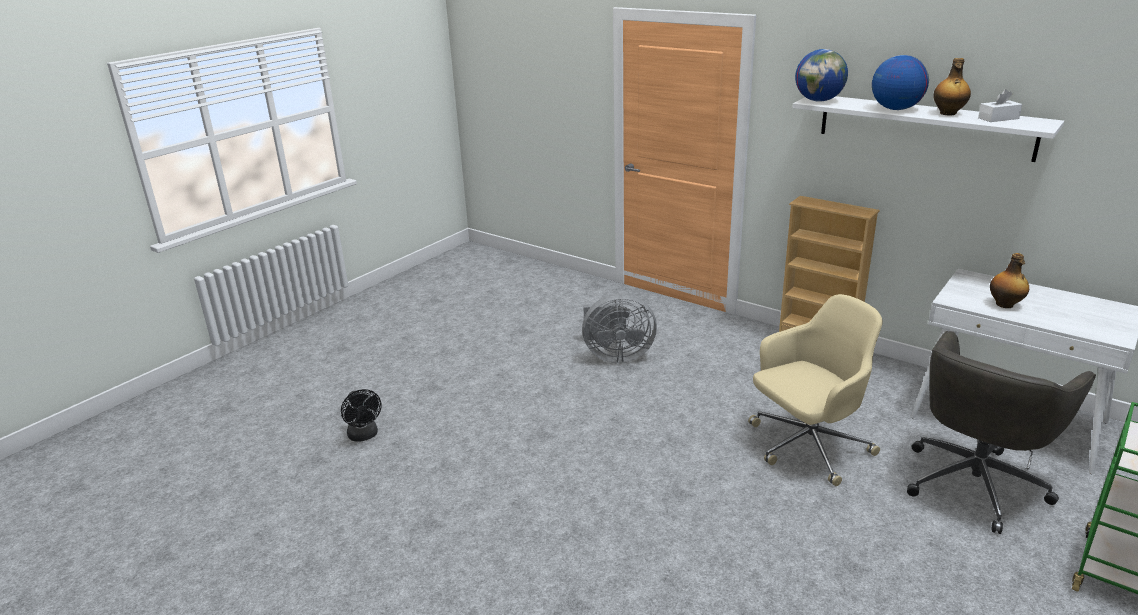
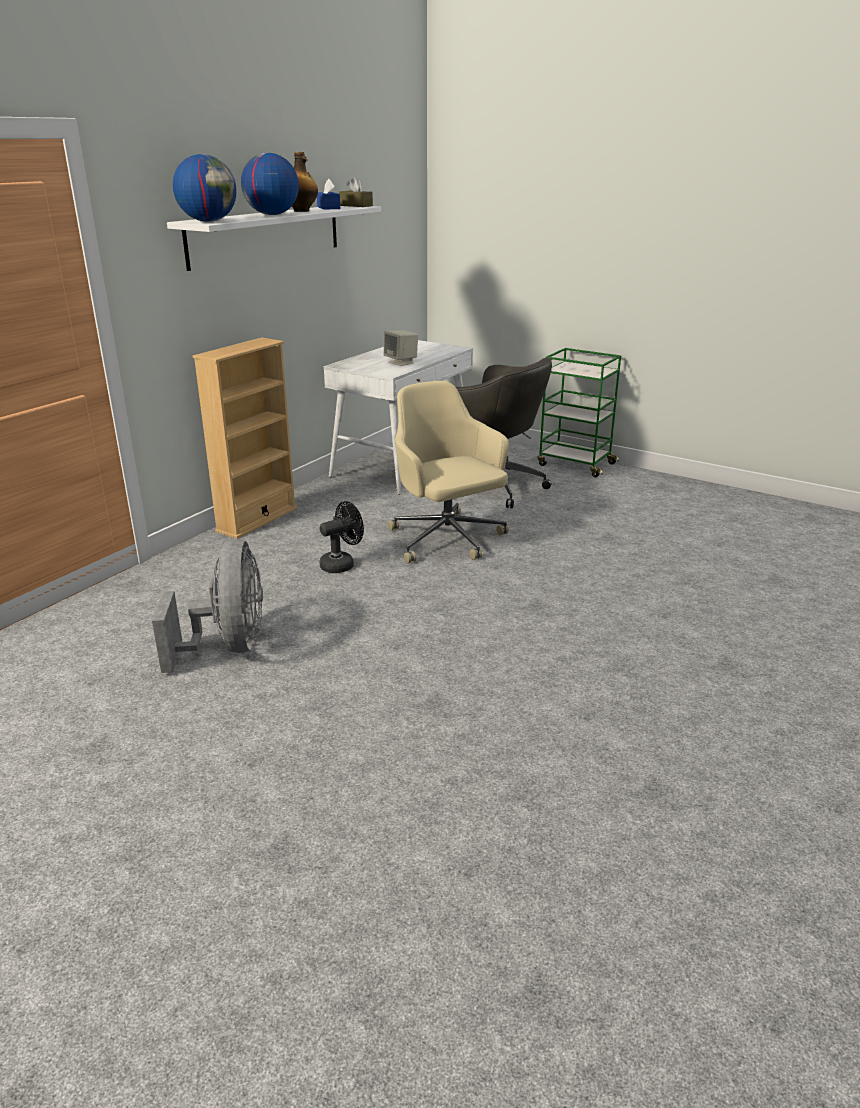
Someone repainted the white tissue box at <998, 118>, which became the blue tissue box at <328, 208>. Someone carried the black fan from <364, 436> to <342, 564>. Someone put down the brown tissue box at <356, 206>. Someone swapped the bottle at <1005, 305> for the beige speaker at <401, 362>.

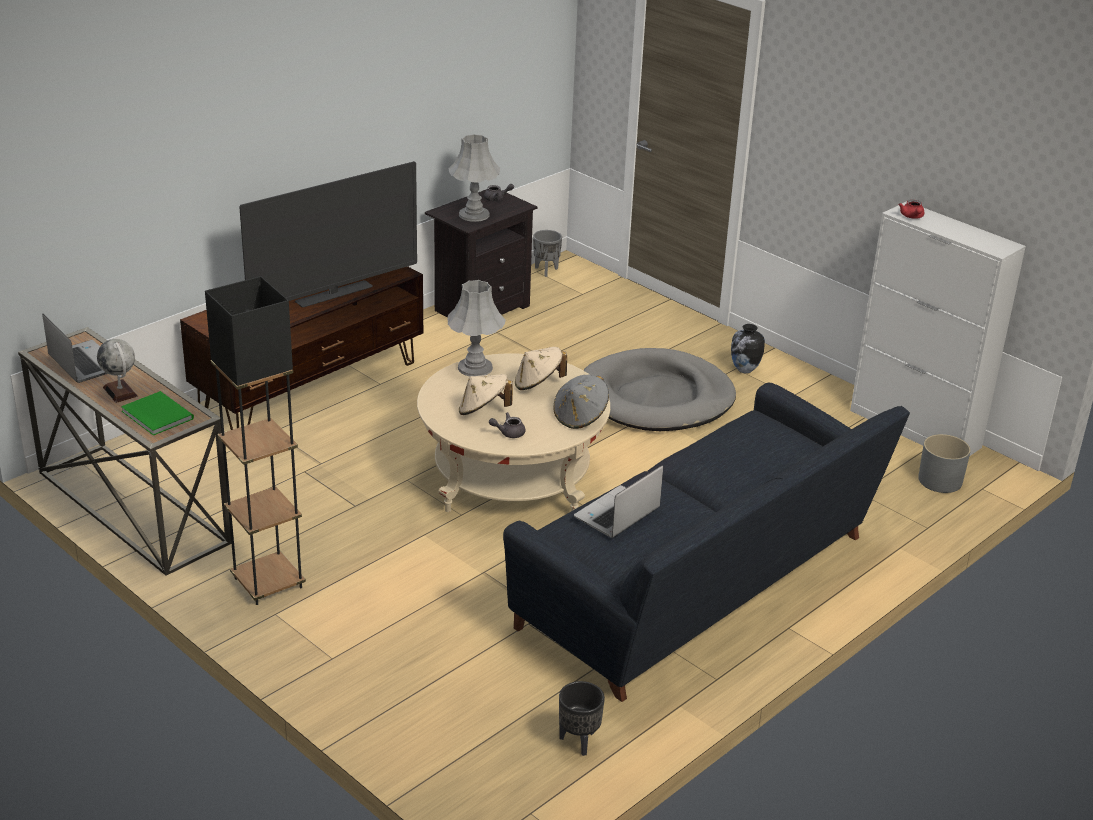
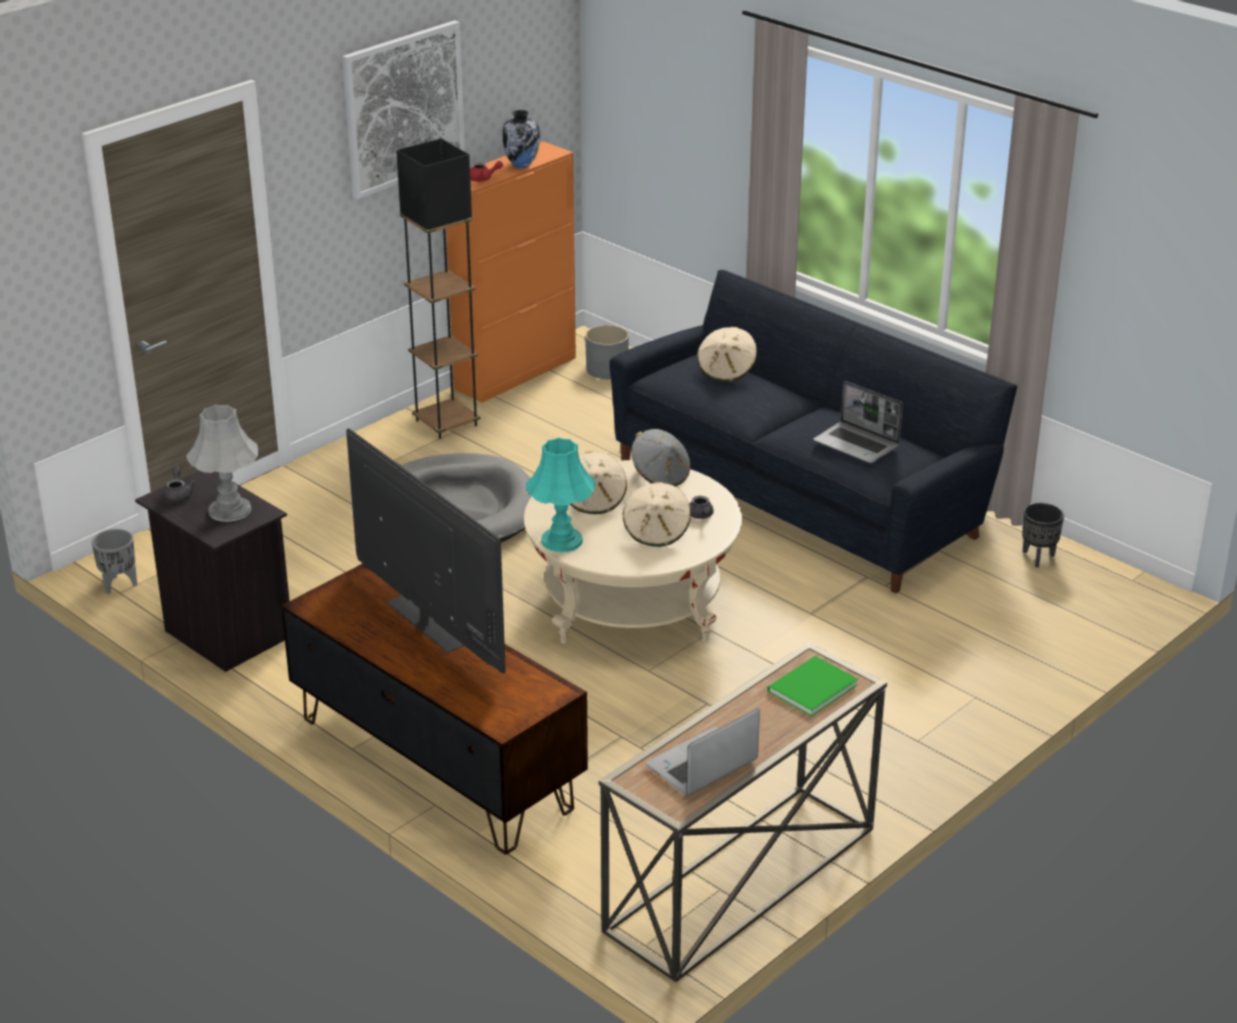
Someone put up the picture at <403, 108>. Someone carried the black floor lamp from <268, 583> to <446, 423>. Someone repainted the white cabinet at <915, 429>, which became the orange cabinet at <516, 373>. Someone carried the vase from <744, 370> to <522, 165>. Someone repainted the grey table lamp at <475, 367>, which became the turquoise table lamp at <561, 540>. Someone put down the beige hat at <727, 371>. Someone took away the globe at <120, 392>.

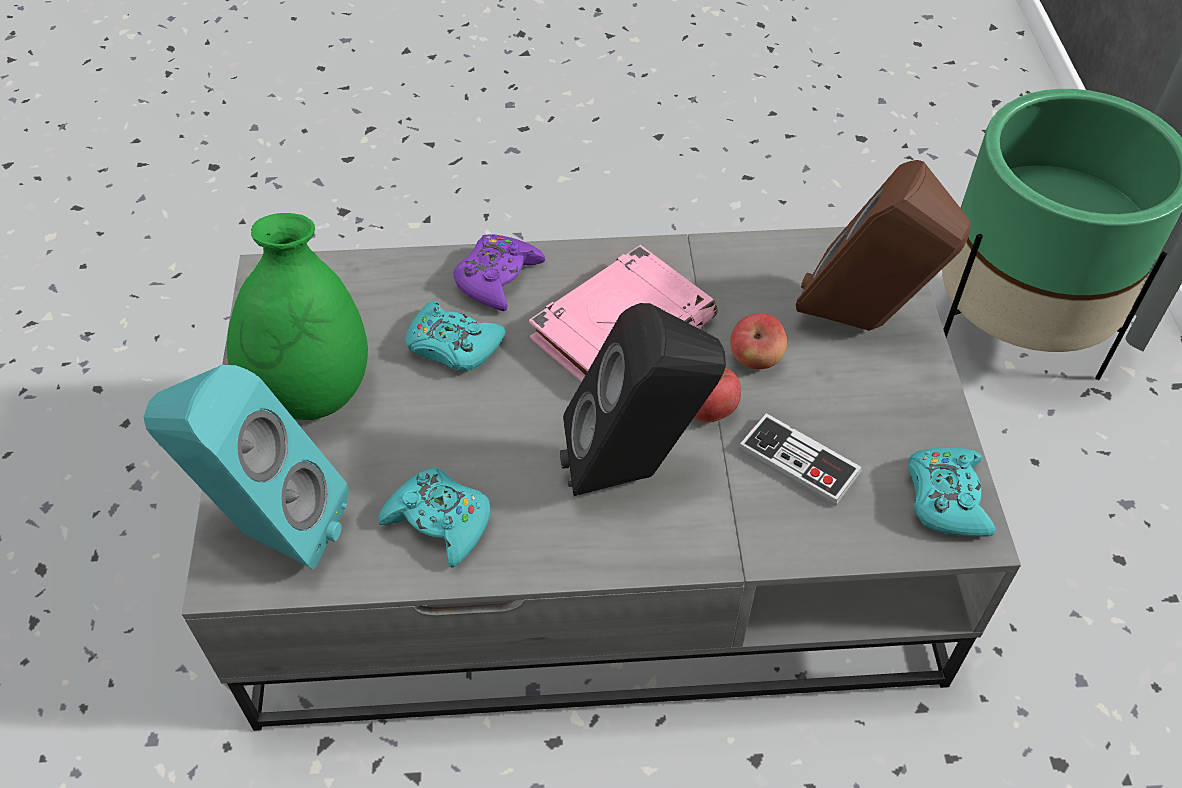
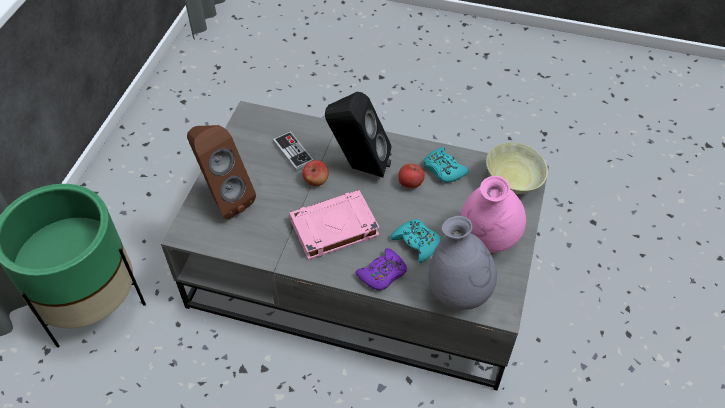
Someone carried the apple from <756, 359> to <410, 184>. Someone put down the grey vase at <458, 293>. Someone repainted the green vase at <312, 391>, which became the pink vase at <487, 239>. Someone swapped the turquoise speaker at <270, 530> for the beige bowl at <512, 184>. Someone took away the turquoise game controller at <946, 498>.

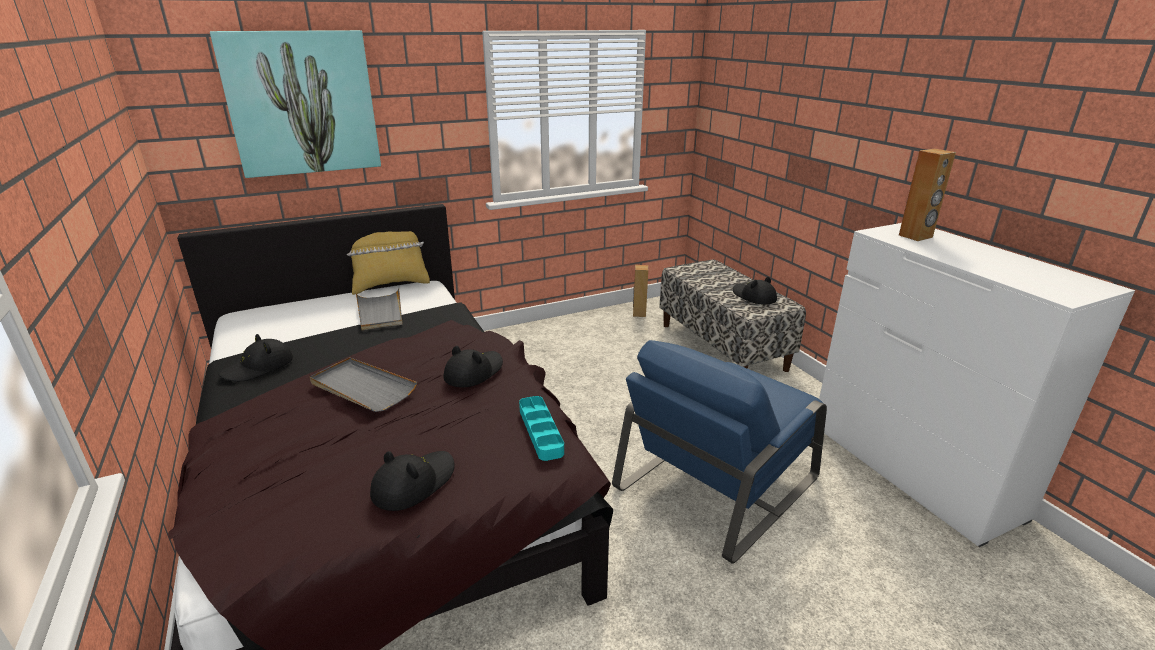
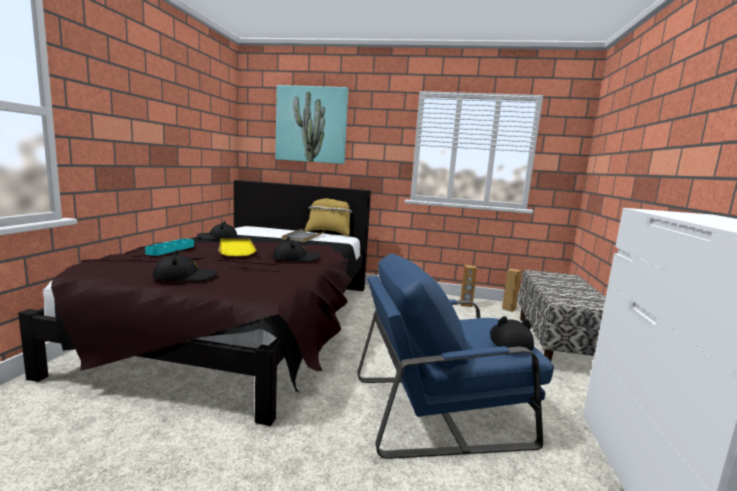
Someone carried the turquoise tray from <540, 431> to <171, 250>. Someone repainted the grey tray at <362, 388>, which became the yellow tray at <236, 249>. Someone carried the brown speaker from <916, 236> to <466, 304>. Someone carried the black hat from <753, 296> to <509, 341>.

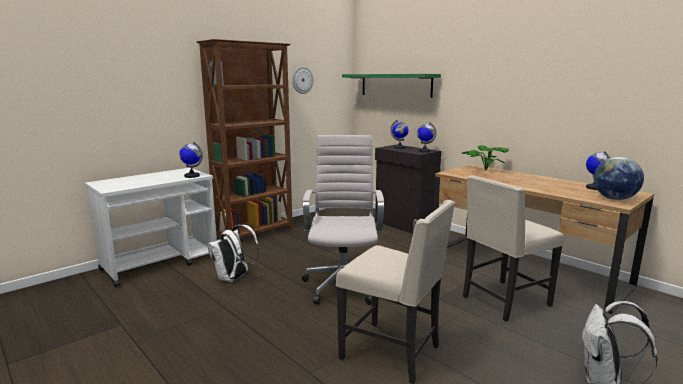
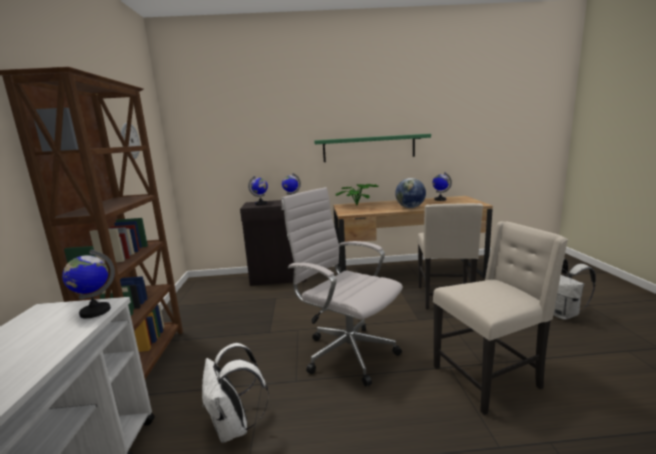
Someone carried the green shelf from <395, 85> to <369, 148>. Someone carried the globe from <614, 199> to <410, 207>.

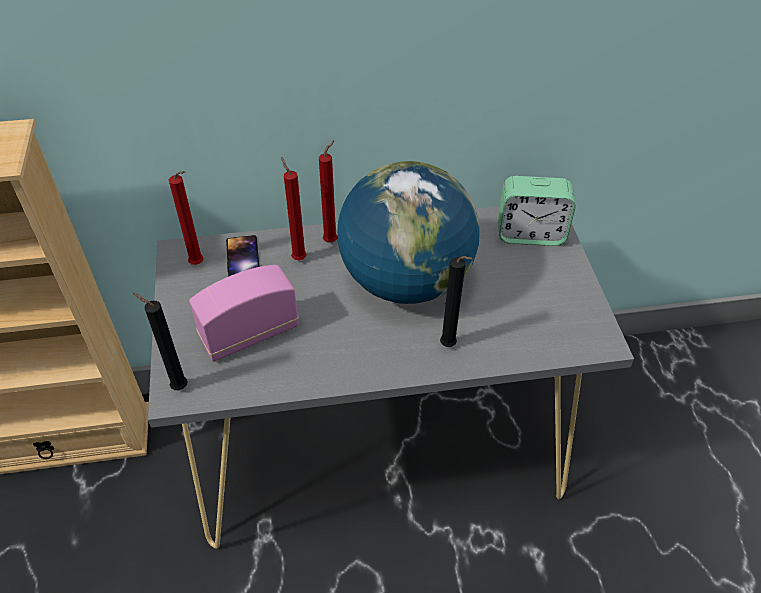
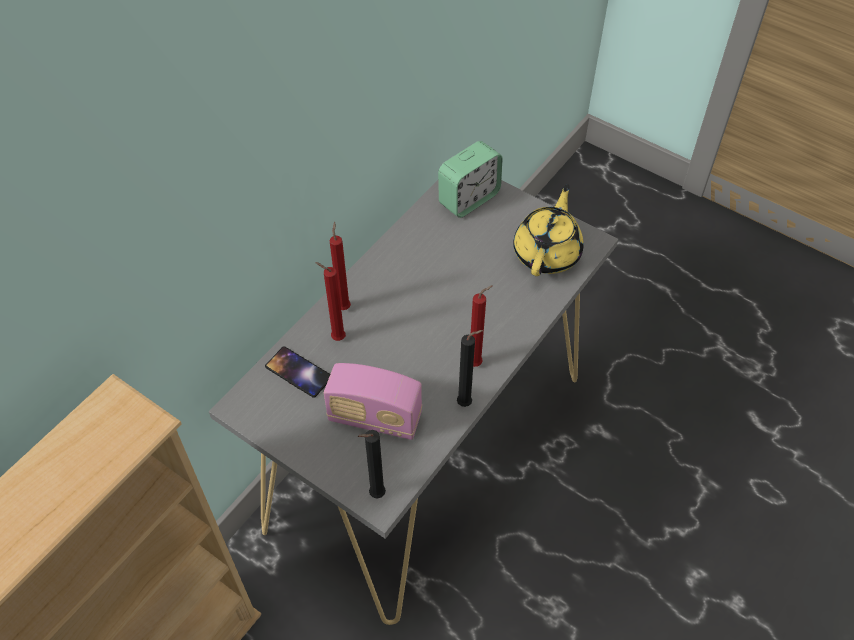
Someone rotated the radio at <249, 333> by 90 degrees counterclockwise. Someone carried the black candle from <450, 346> to <467, 403>. Someone carried the red candle from <199, 264> to <477, 363>. Someone put down the yellow teapot at <547, 252>. Someone took away the globe at <405, 280>.

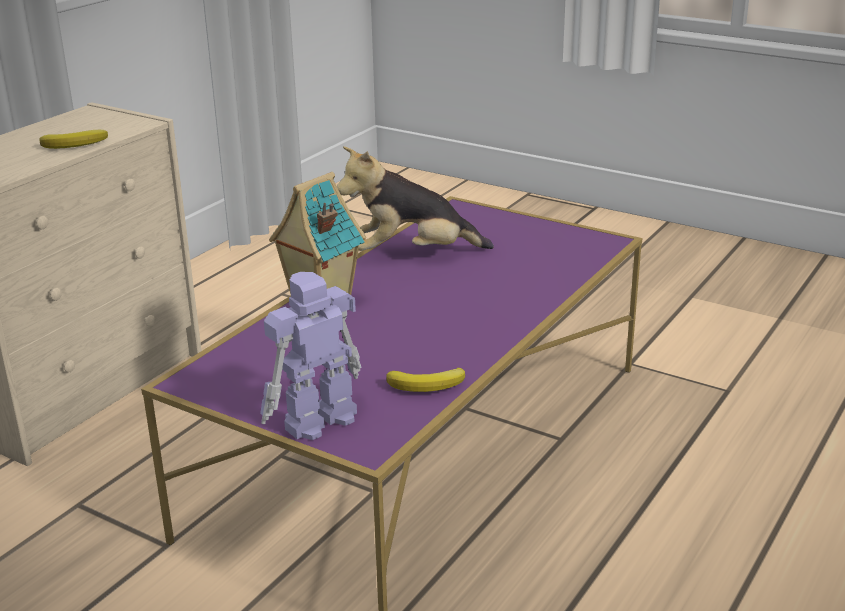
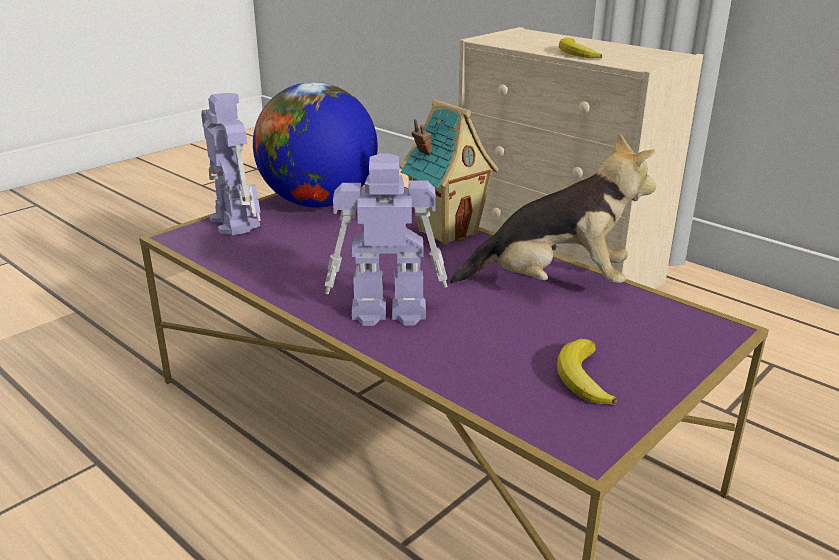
Someone put down the globe at <319, 203>. Someone put down the toy robot at <386, 312>. Someone rotated the plush toy at <412, 254> by 90 degrees clockwise. Someone carried the banana from <428, 385> to <582, 378>.

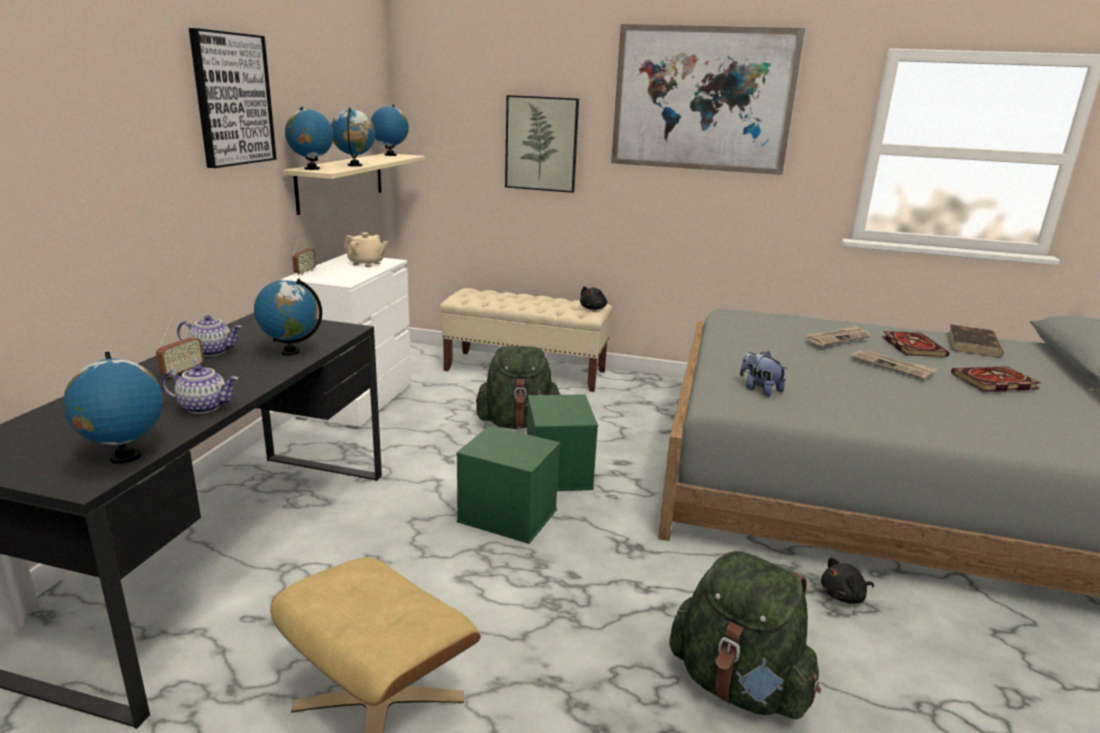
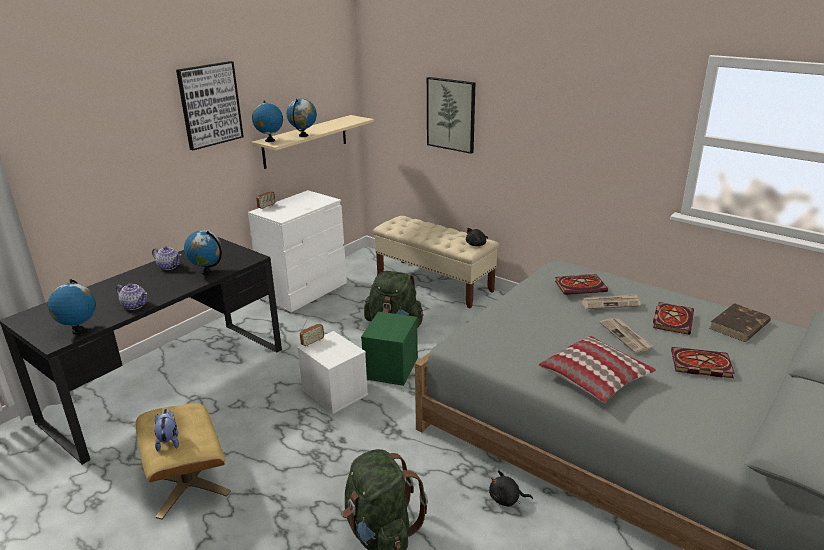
Someone carried the plush toy from <759, 389> to <169, 441>. Someone repainted the green storage box at <506, 516>, which became the white storage box at <333, 392>. Someone carried the radio from <182, 372> to <312, 342>. Someone put down the pillow at <595, 378>. Someone put down the book at <581, 286>. Someone took away the beige teapot at <366, 264>. Someone took away the globe at <390, 155>. Someone took away the picture at <702, 99>.

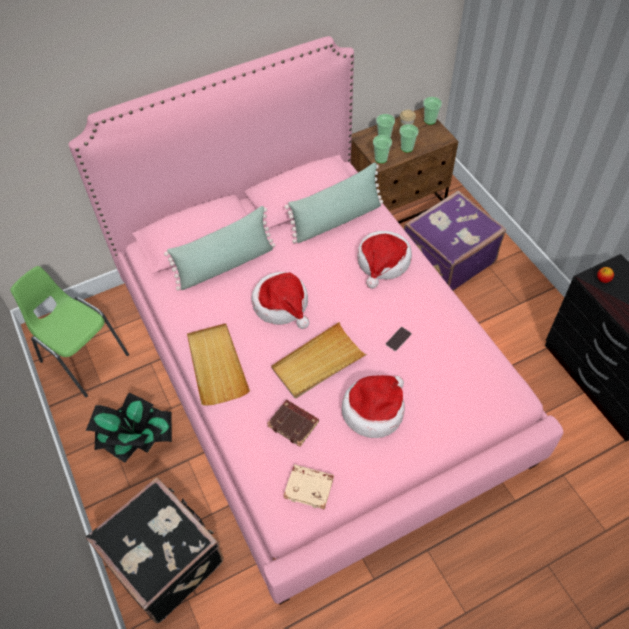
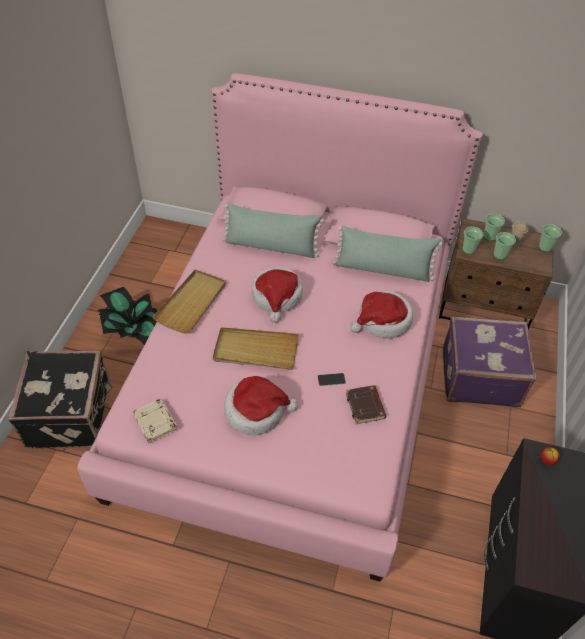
Someone carried the brown book from <294, 424> to <366, 406>. Someone took away the green chair at <83, 358>.

